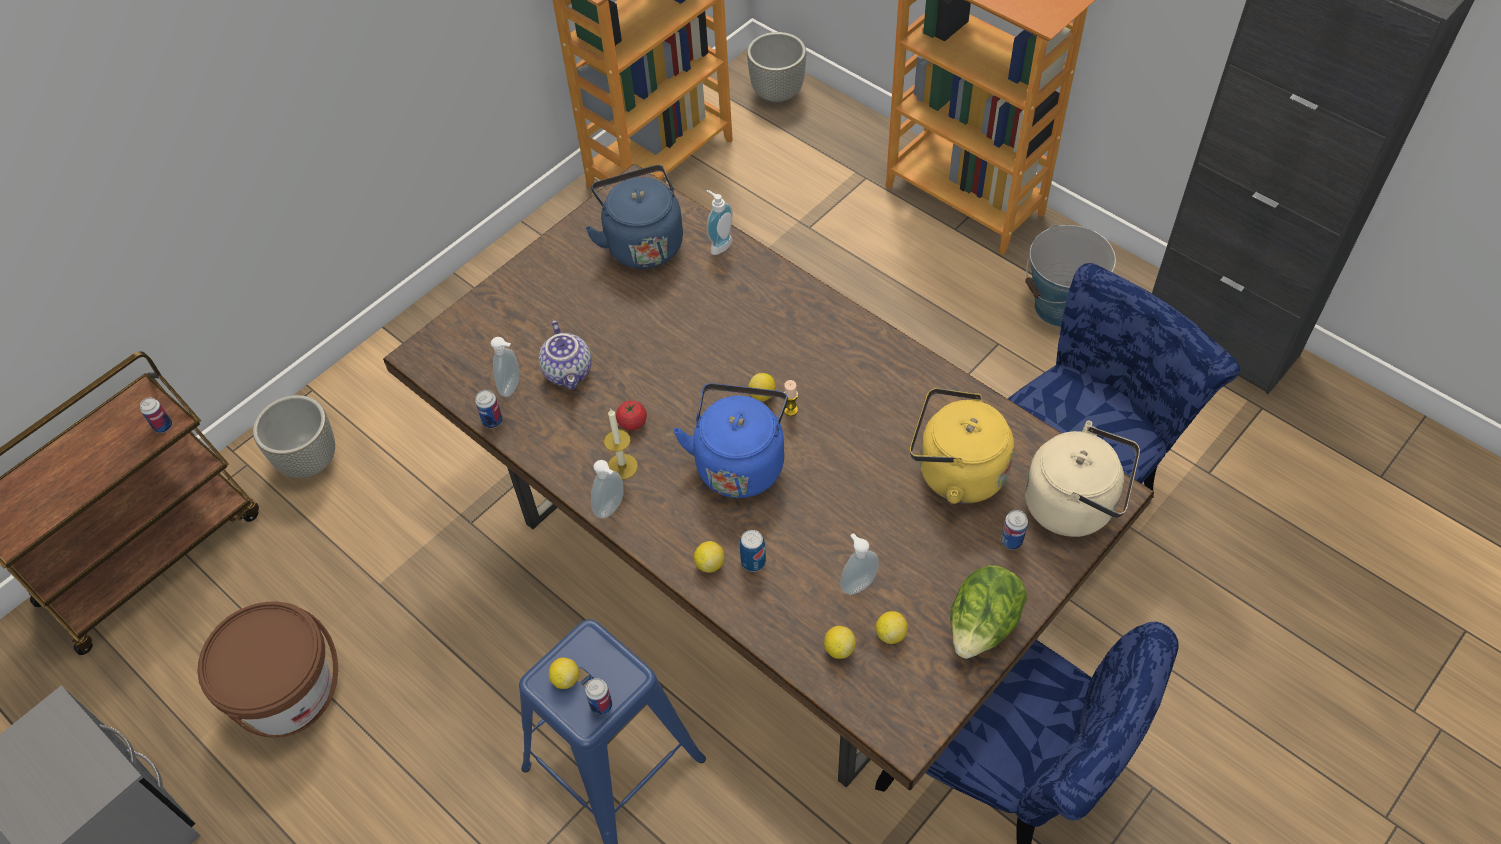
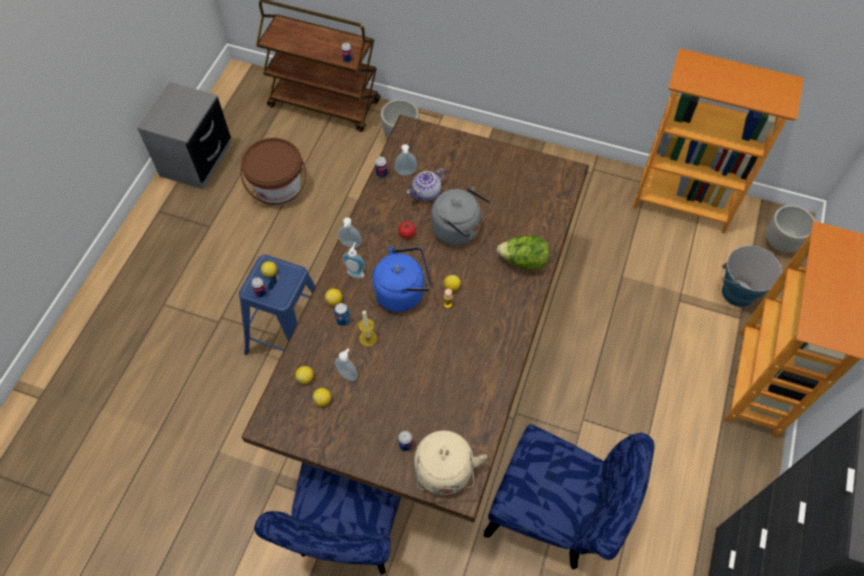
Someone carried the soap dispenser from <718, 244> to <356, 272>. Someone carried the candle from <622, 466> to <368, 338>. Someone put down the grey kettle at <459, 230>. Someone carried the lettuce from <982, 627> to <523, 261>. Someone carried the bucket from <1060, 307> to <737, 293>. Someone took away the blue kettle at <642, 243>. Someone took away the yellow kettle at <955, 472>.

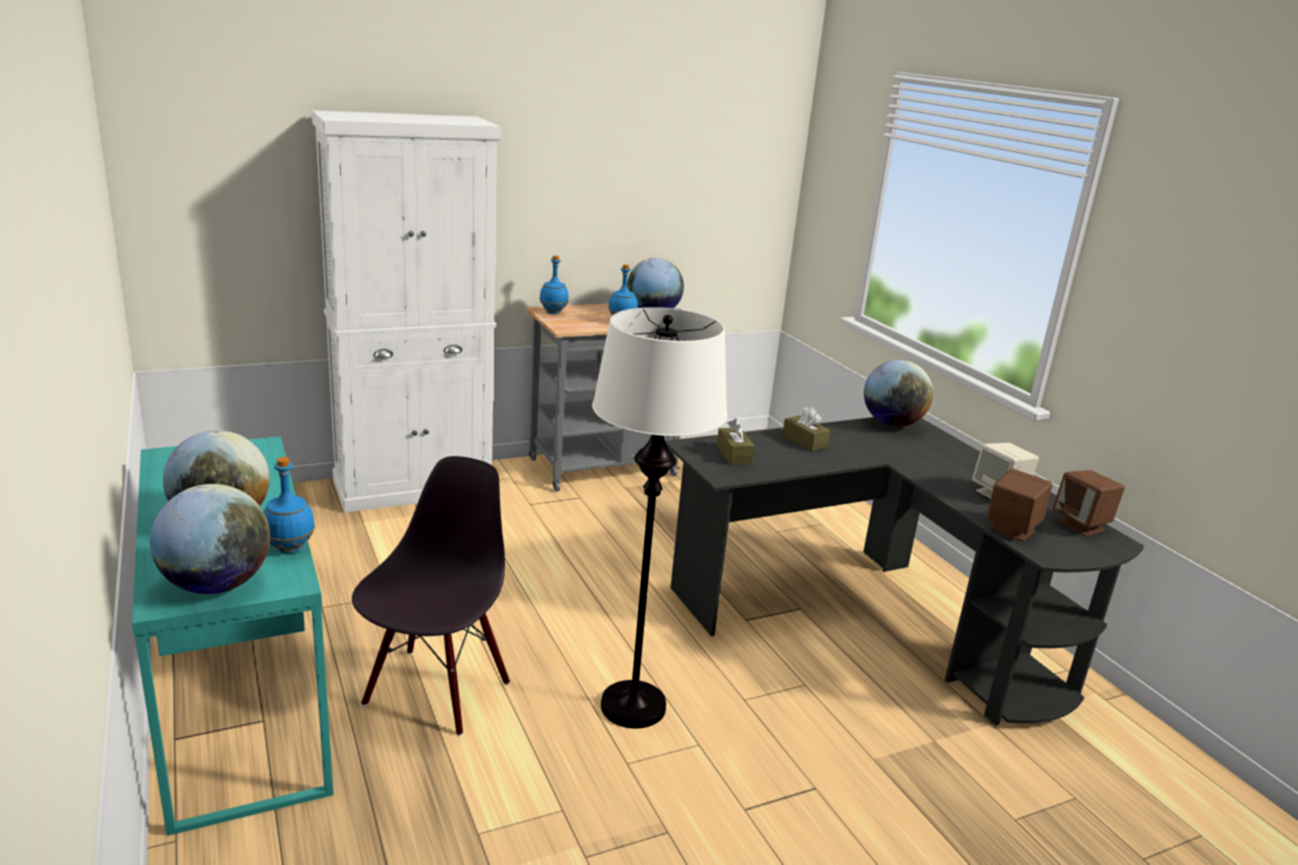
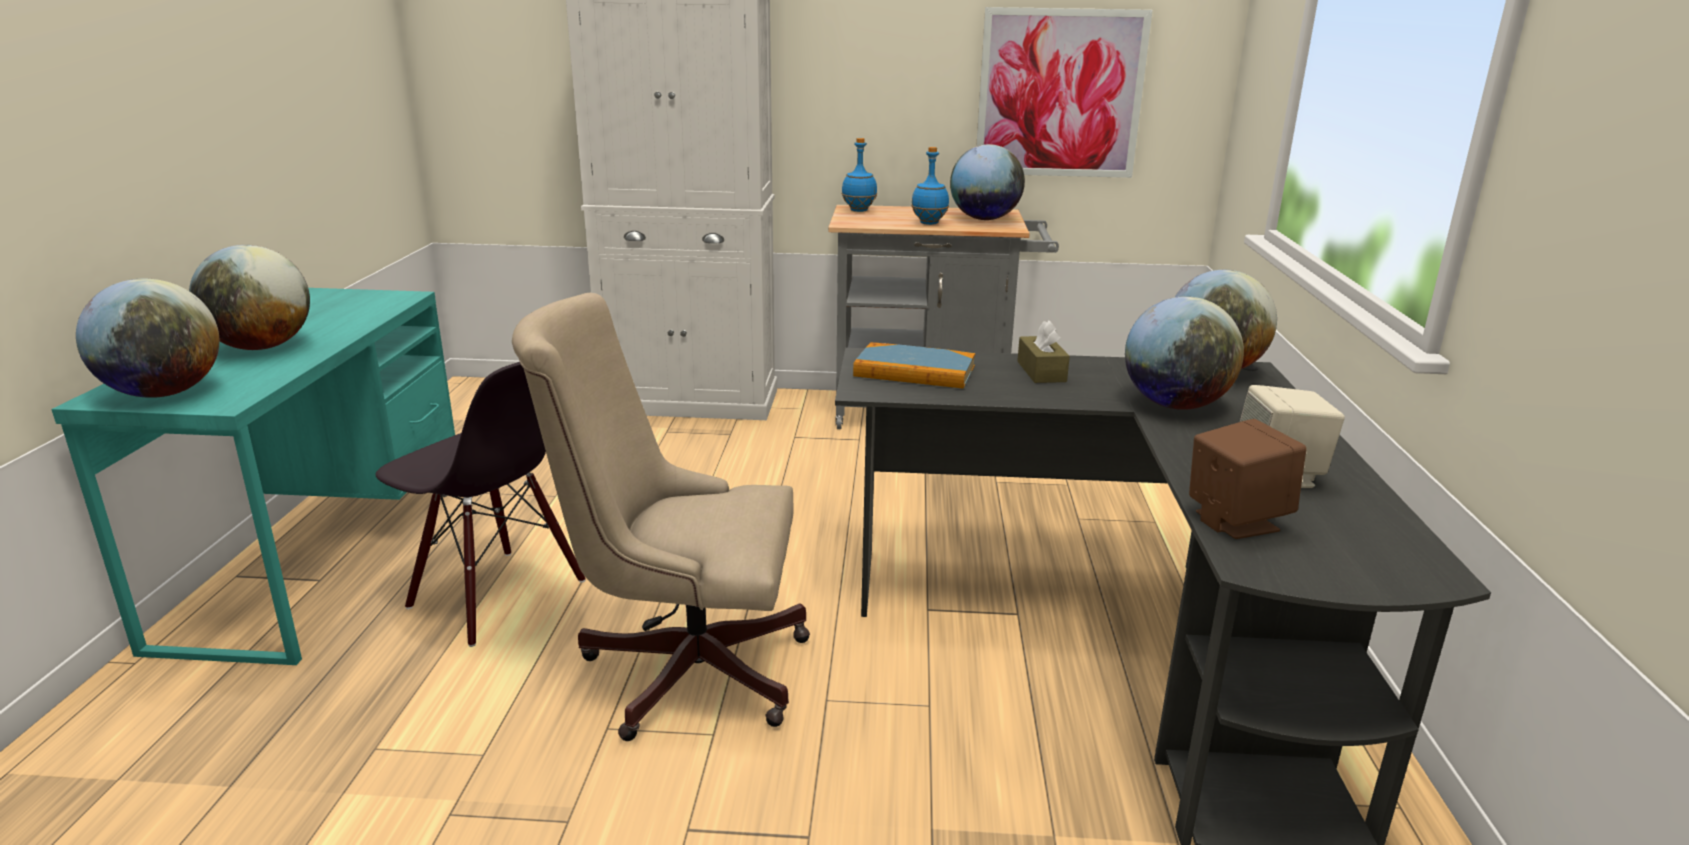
Someone rotated the black chair at <436, 691> by 75 degrees clockwise. Someone swapped the white floor lamp at <632, 706> for the beige office chair at <682, 667>. Someone swapped the brown tissue box at <734, 454> for the book at <914, 371>. Someone put up the picture at <1060, 94>. Someone put down the globe at <1175, 405>. Someone took away the blue bottle at <290, 549>. Someone took away the brown speaker at <1081, 525>.

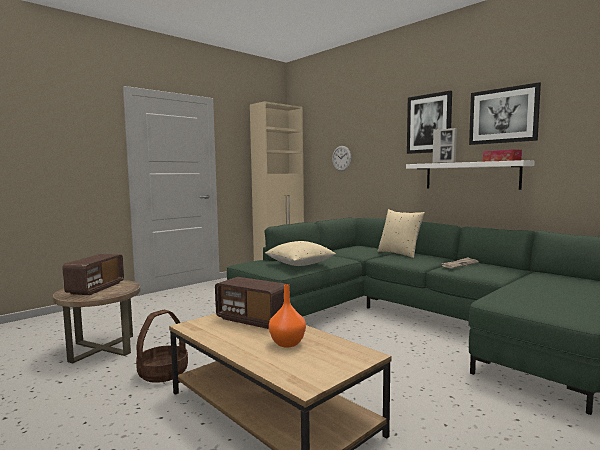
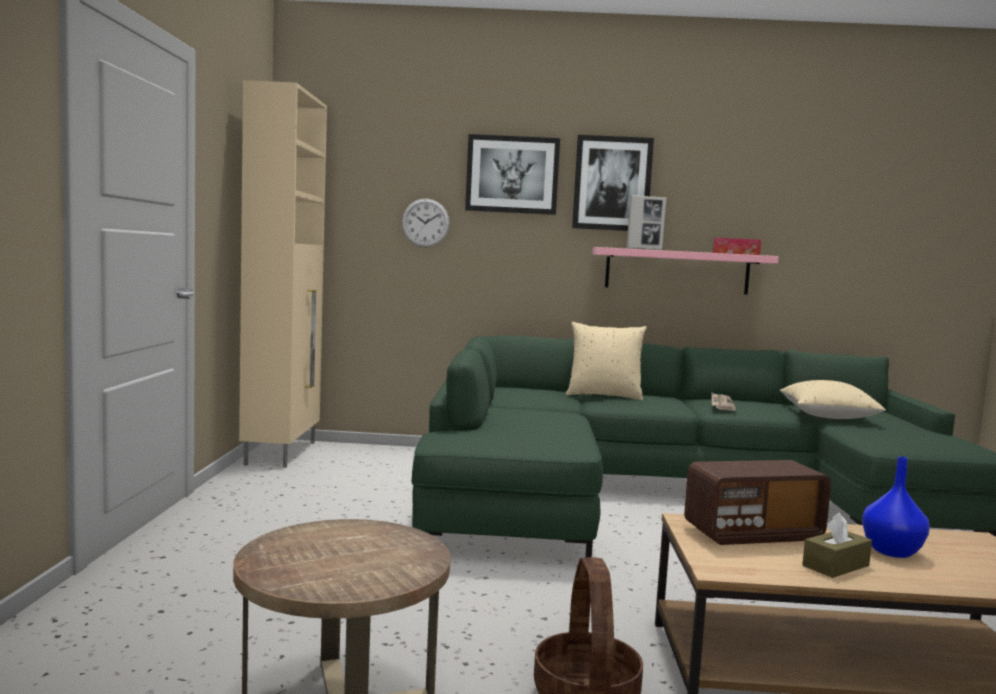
Someone carried the picture from <503, 115> to <512, 175>. Someone repainted the white shelf at <471, 176>, which became the pink shelf at <677, 271>. Someone carried the beige pillow from <300, 264> to <828, 417>. Someone put down the brown tissue box at <835, 566>. Someone repainted the orange vase at <288, 343>, which became the blue vase at <893, 551>. Someone took away the radio at <96, 288>.

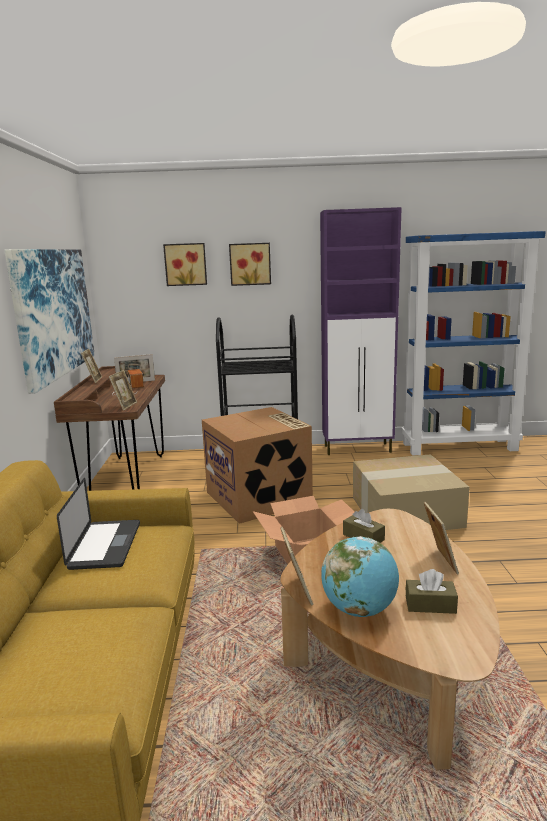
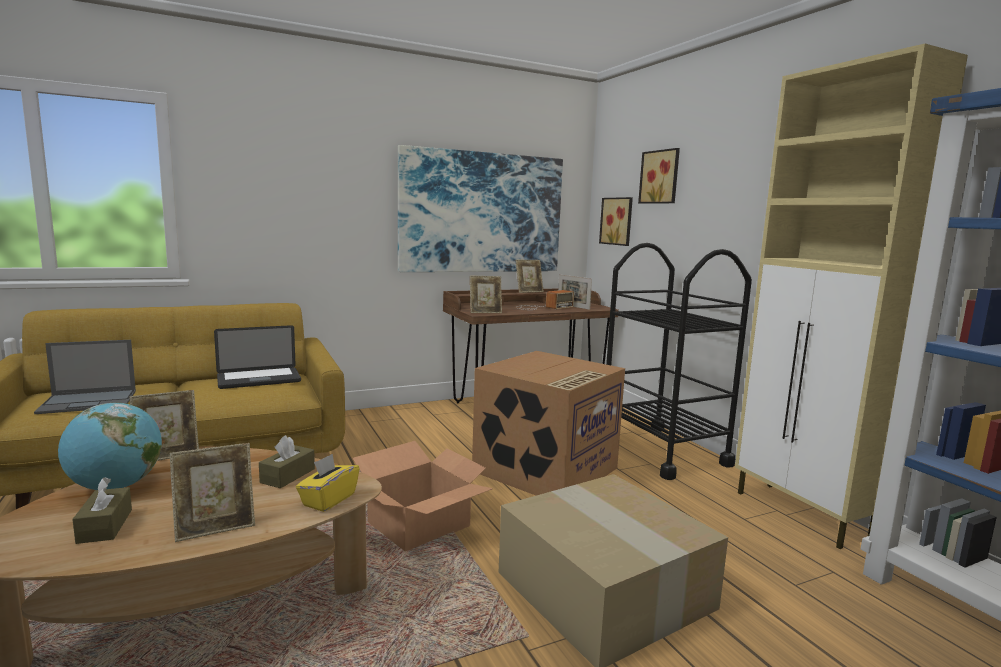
Someone put down the laptop at <90, 402>. Someone put down the yellow tissue box at <328, 499>. Someone carried the picture from <250, 264> to <618, 221>. Someone repainted the purple cabinet at <358, 449>, which became the beige cabinet at <802, 515>.

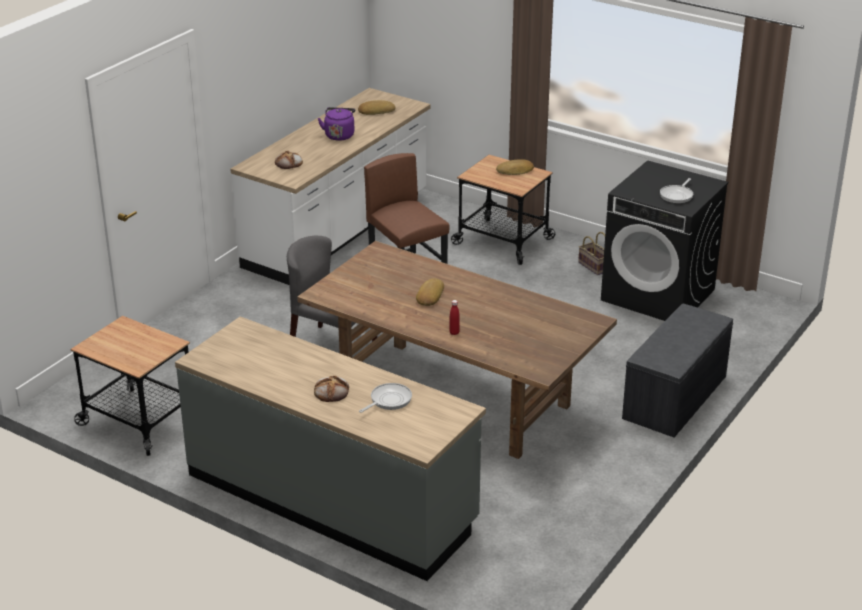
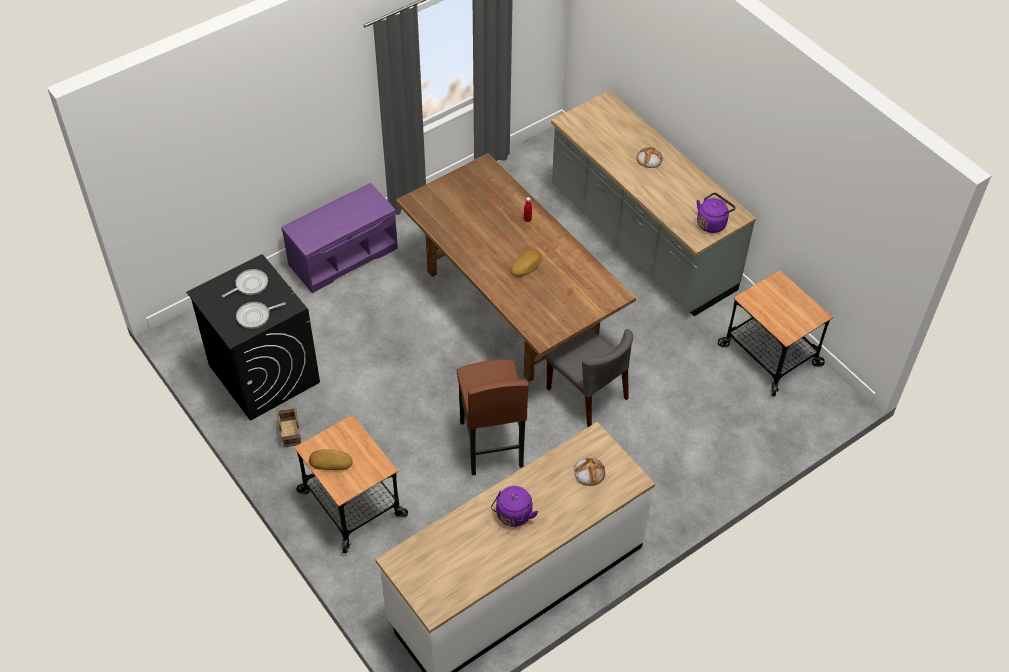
Someone carried the frying pan from <388, 400> to <255, 316>. Someone repainted the grey bench at <675, 398>, which became the purple bench at <343, 255>. Someone put down the purple kettle at <712, 223>. Someone took away the bread at <376, 111>.

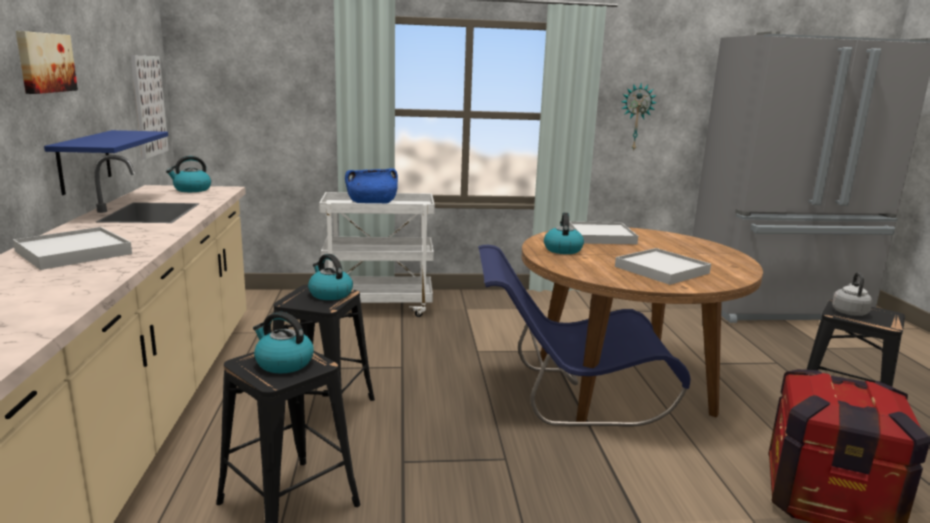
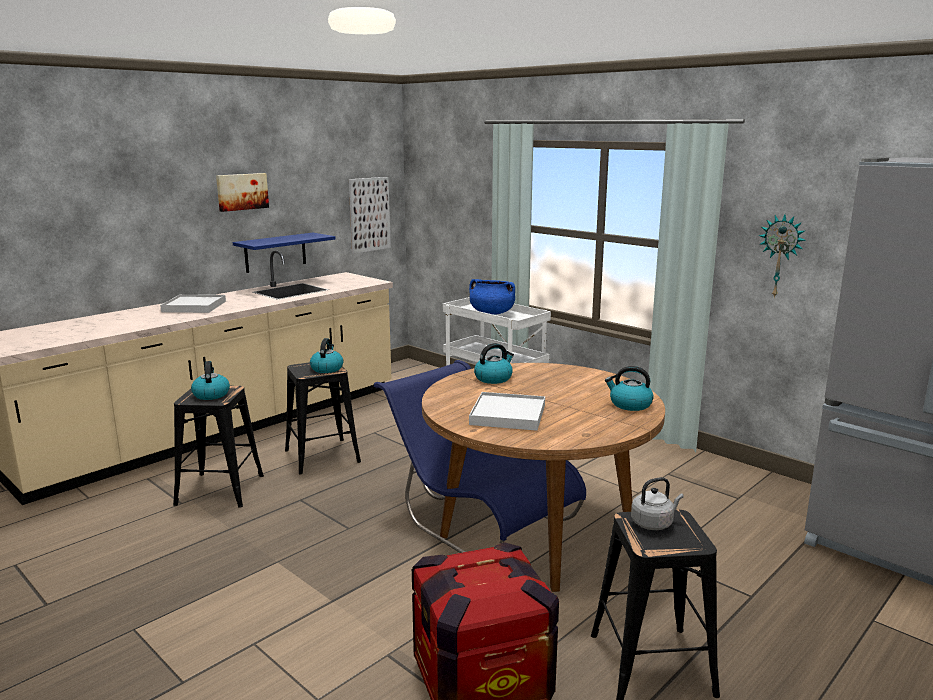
Someone carried the kettle from <192, 190> to <629, 404>. Someone took away the white tray at <601, 236>.

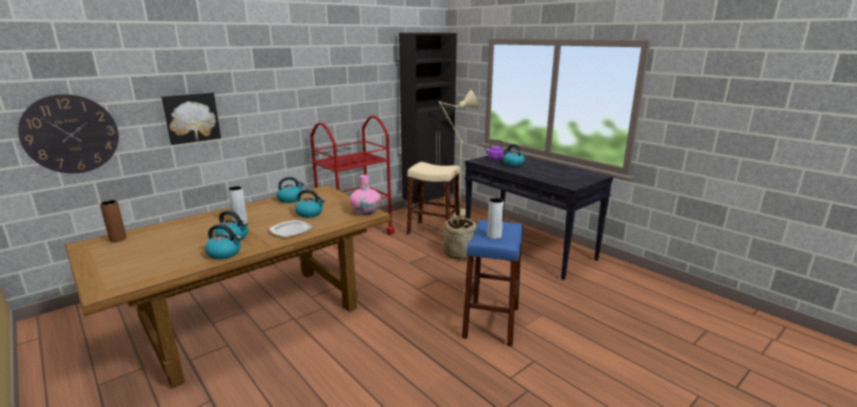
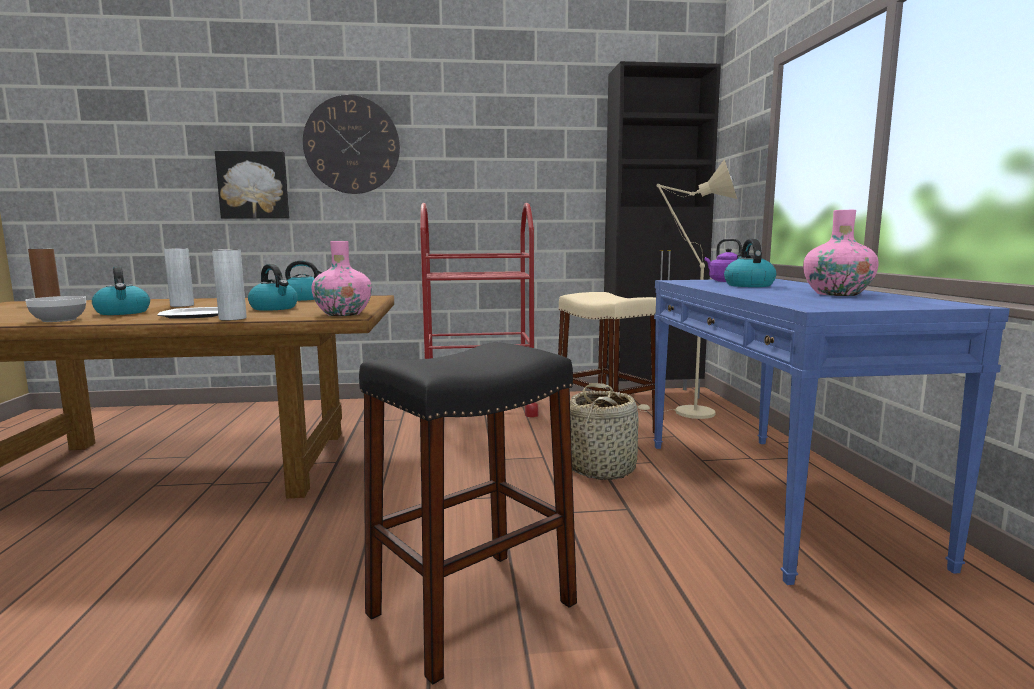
Someone swapped the kettle at <225, 253> for the bowl at <60, 320>. Someone carried the grey vase from <494, 236> to <232, 319>. Someone carried the wall clock from <71, 134> to <352, 145>. Someone repainted the blue stool at <491, 322>, which became the black stool at <471, 609>. Someone repainted the black console table at <528, 248>, which became the blue console table at <773, 496>. Someone put down the pink vase at <837, 294>.

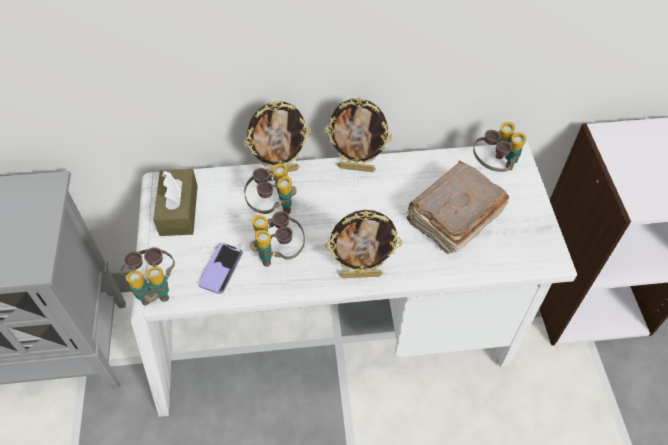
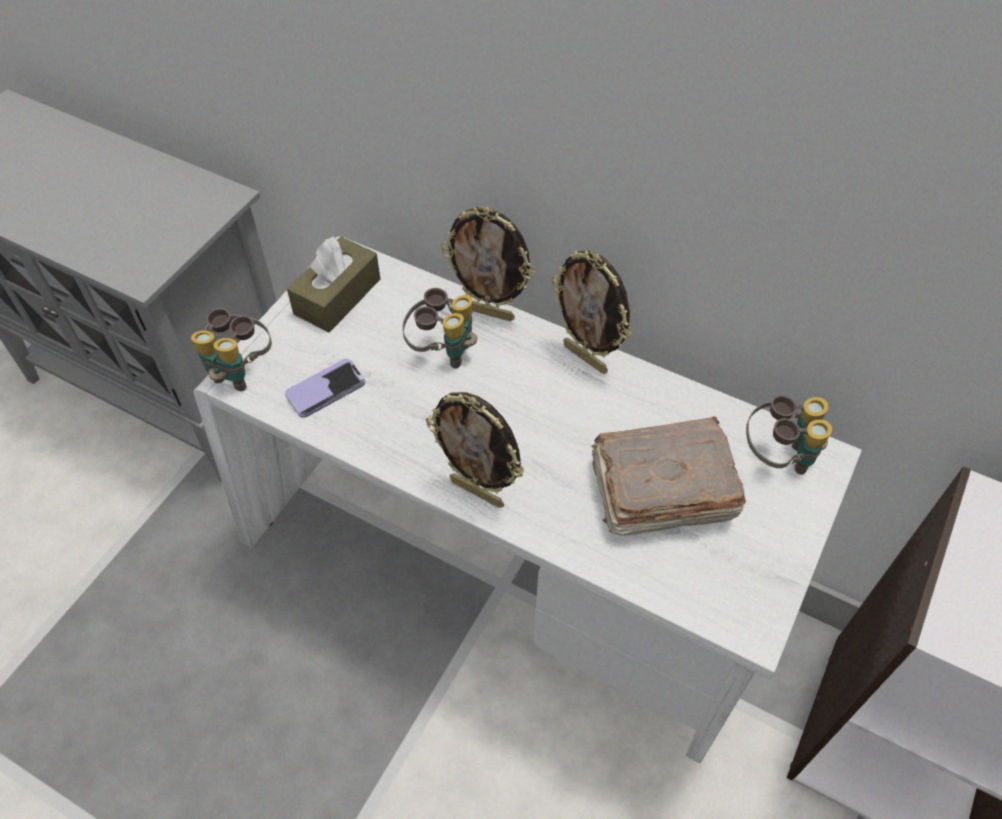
Someone took away the binoculars at <278, 253>.

